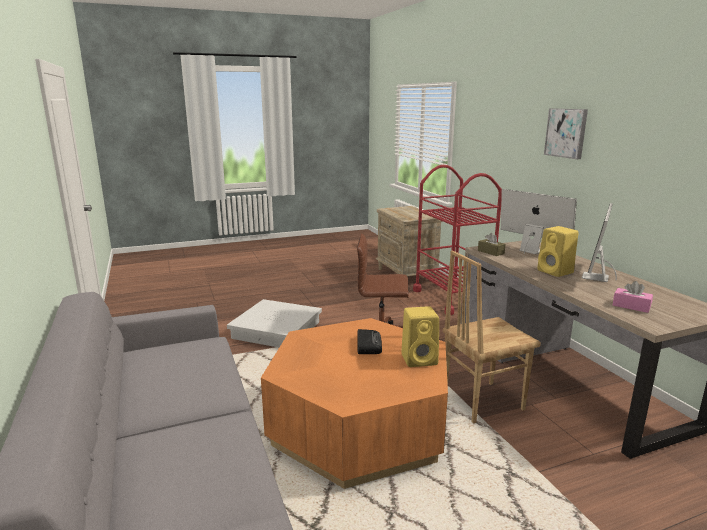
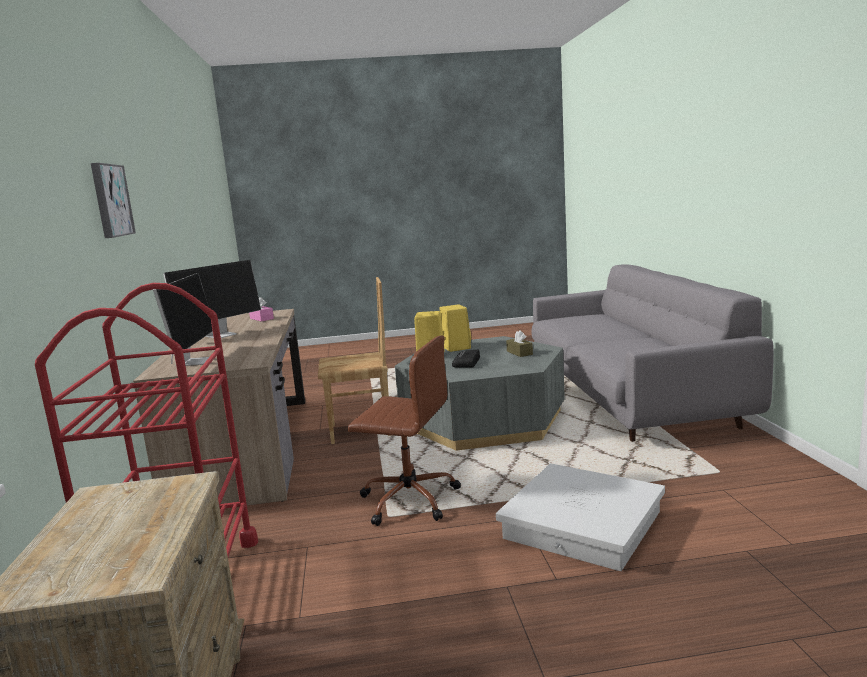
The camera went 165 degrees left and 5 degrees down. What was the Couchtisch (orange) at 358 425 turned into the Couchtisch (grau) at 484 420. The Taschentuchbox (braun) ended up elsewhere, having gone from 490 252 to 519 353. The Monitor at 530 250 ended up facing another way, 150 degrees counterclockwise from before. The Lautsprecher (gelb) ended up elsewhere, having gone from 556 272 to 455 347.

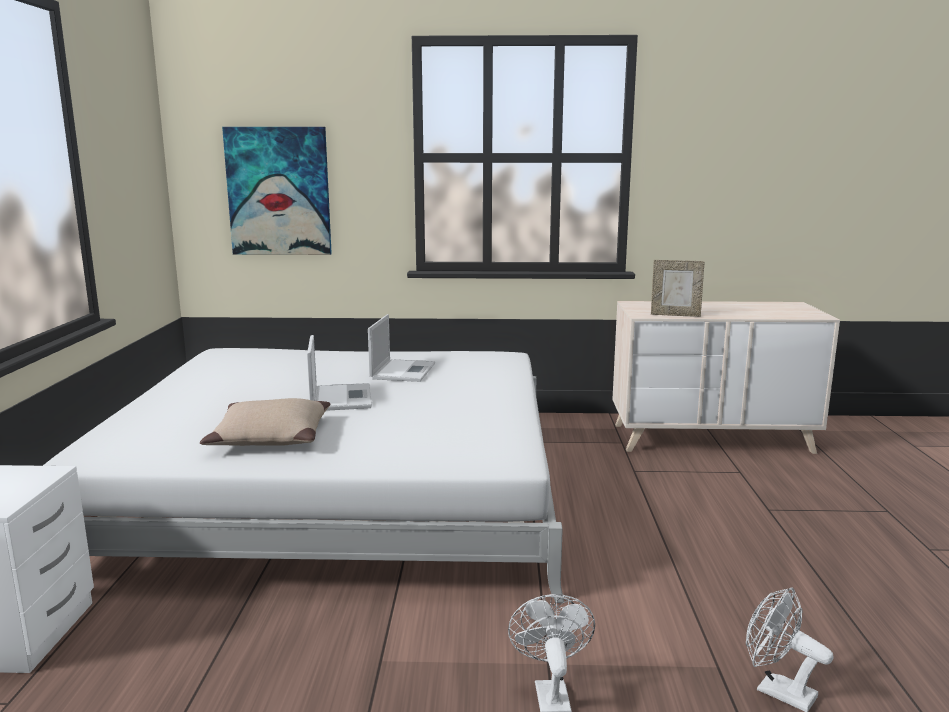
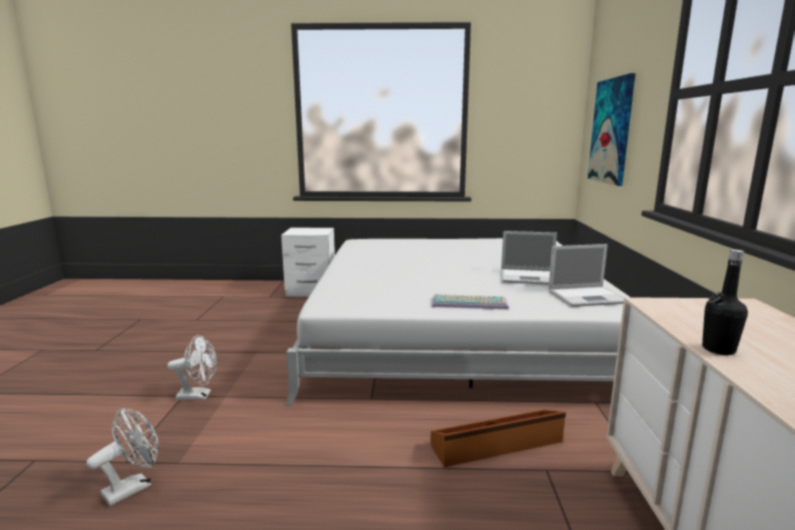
The camera went 90 degrees right and 0 degrees up. The second view lost the Kissen (beige) at 270 437. The Laptop ended up elsewhere, having gone from 340 397 to 588 297. The second view lost the Bilderrahmen at 675 315. The second view gained the Aufbewahrungsbox (braun) at 497 444. The second view gained the Tastatur at 470 303. The second view gained the Flasche (schwarz) at 718 349.

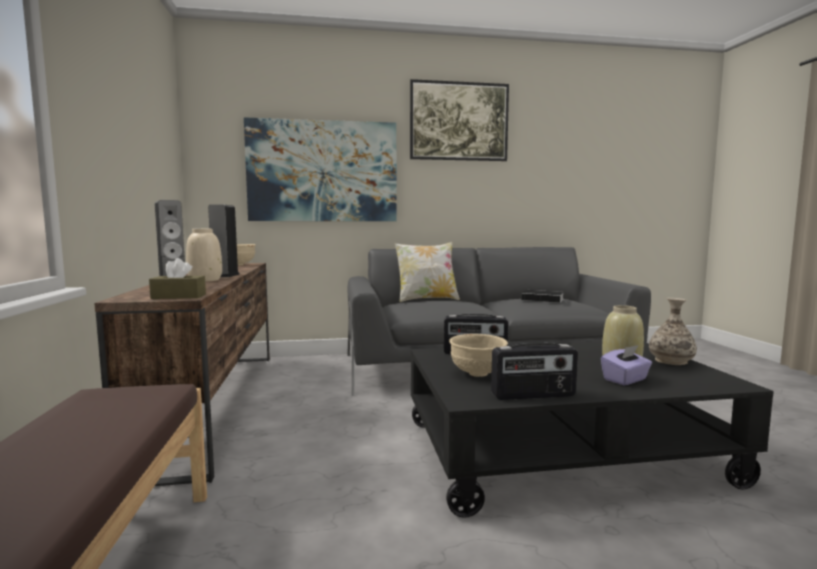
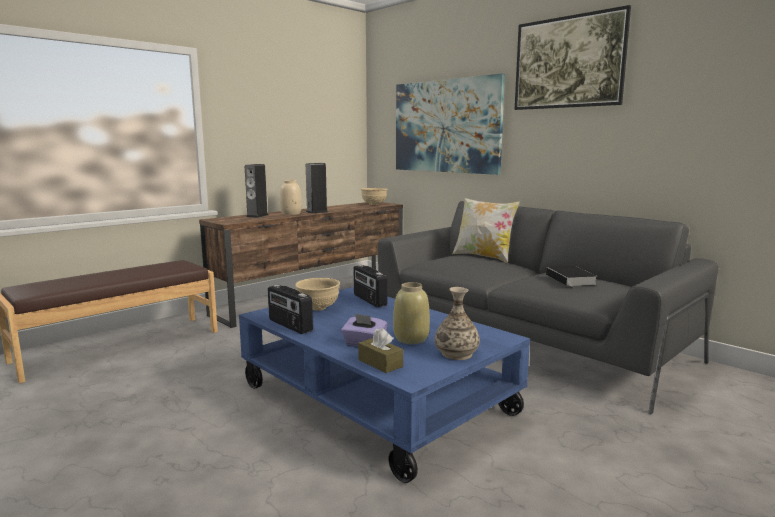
The camera went 55 degrees right and 5 degrees up. The Taschentuchbox (braun) ended up elsewhere, having gone from 179 296 to 380 363. What was the Couchtisch (schwarz) at 561 452 turned into the Couchtisch (blau) at 376 399.

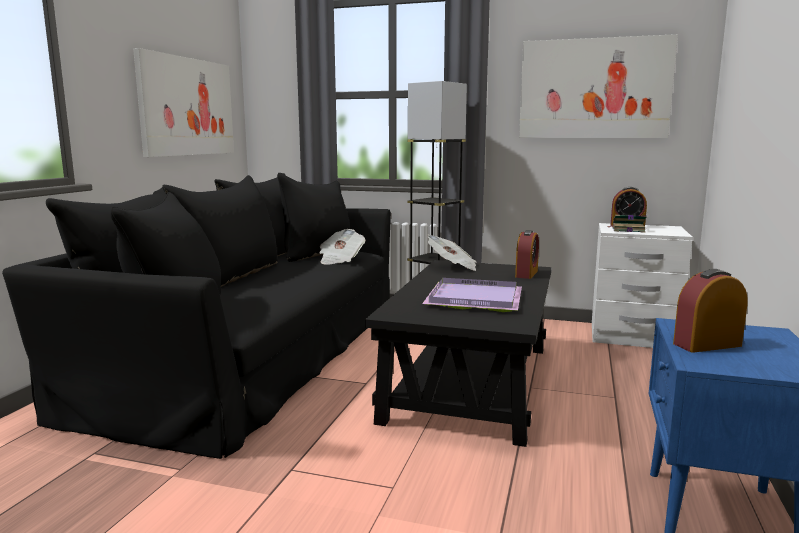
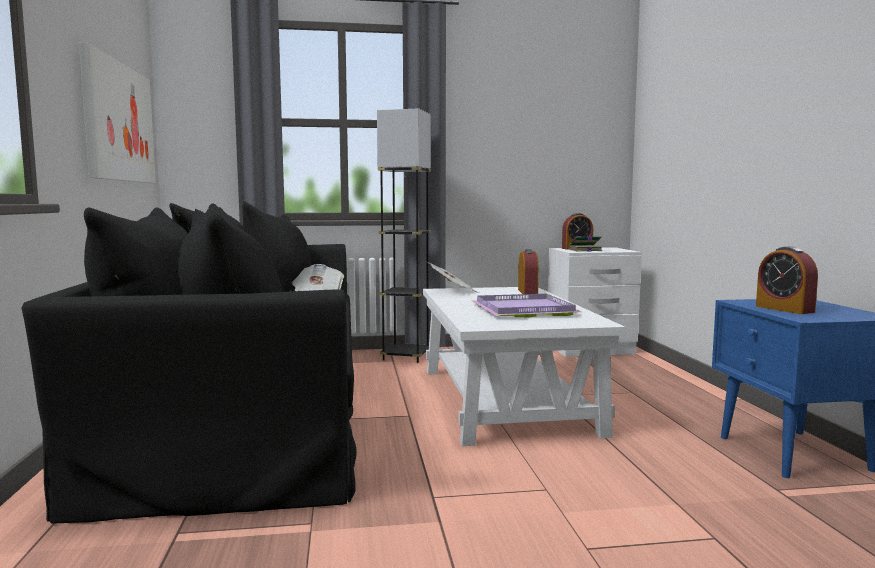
The camera went 25 degrees left and 5 degrees down. What was the Couchtisch (schwarz) at 470 381 turned into the Couchtisch (weiß) at 503 399. The second view lost the Bild at 594 89. The Wecker at 707 345 ended up facing another way, 75 degrees counterclockwise from before.

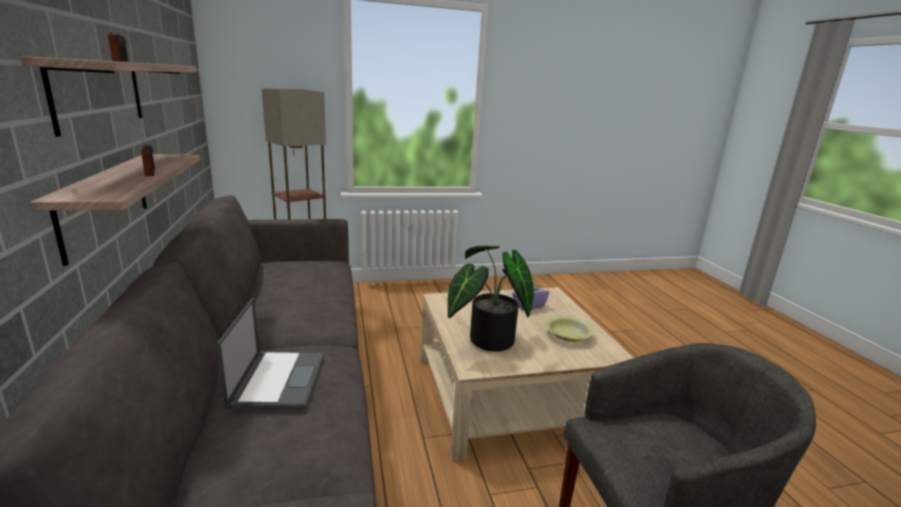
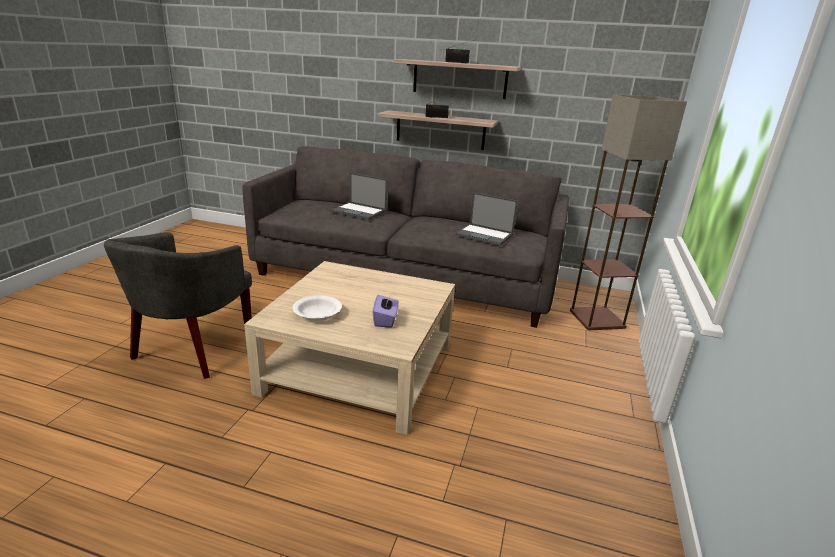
The camera went 120 degrees right and 5 degrees up. The second view lost the Topfpflanze at 486 340. What was the Schüssel (gelb) at 568 335 turned into the Schüssel (weiß) at 317 314. The second view gained the Laptop at 485 235.

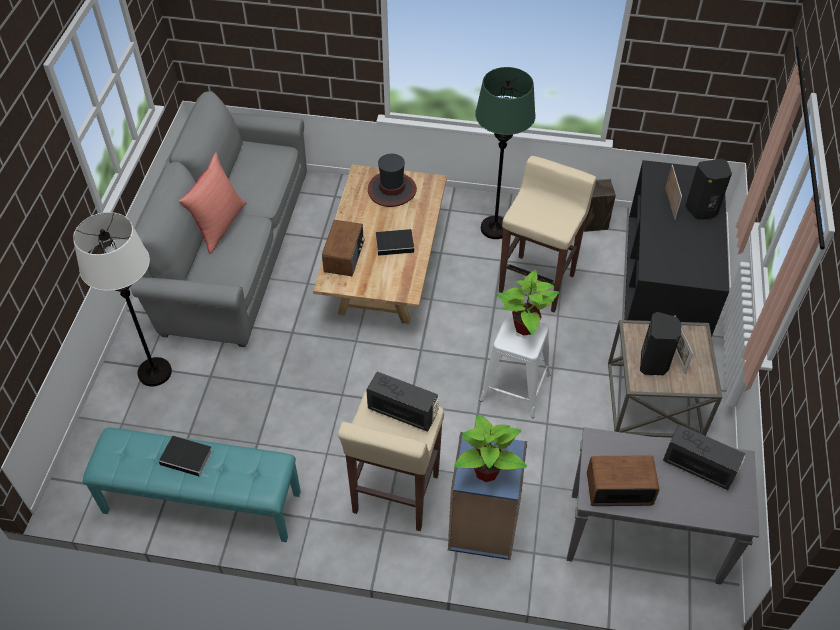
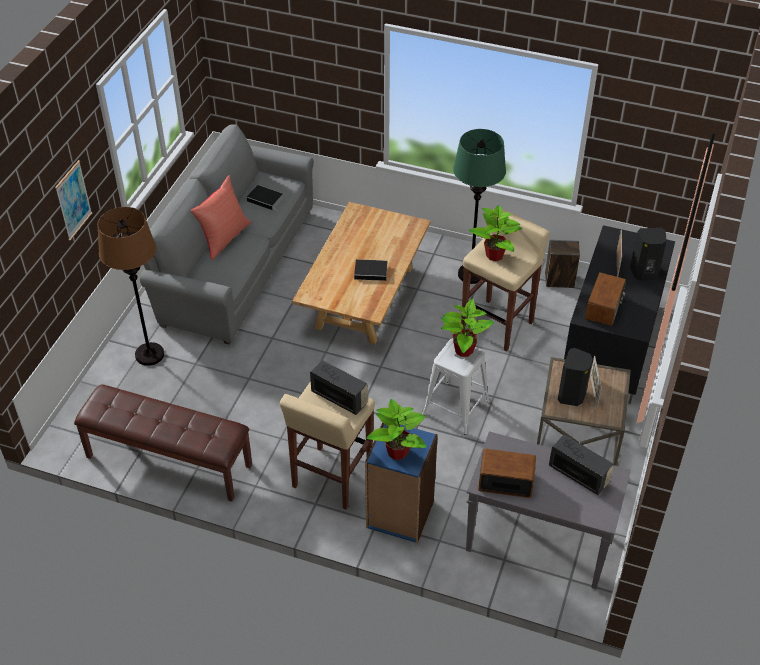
The camera went 10 degrees right and 5 degrees down. What was the Stehlampe (weiß) at 154 372 turned into the Stehlampe (braun) at 149 354. What was the Bank (türkis) at 201 503 turned into the Bank (braun) at 168 461. The Buch ended up elsewhere, having gone from 188 458 to 266 199. The Radio ended up elsewhere, having gone from 345 257 to 604 308. The second view lost the Hut at 392 190. The second view gained the Bild at 73 200. The second view gained the Topfpflanze at 495 255.

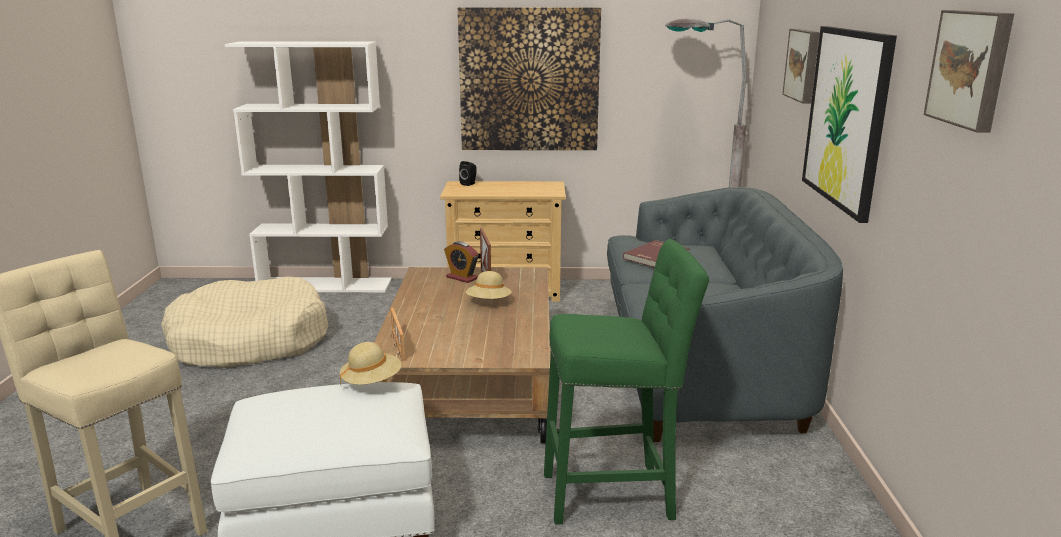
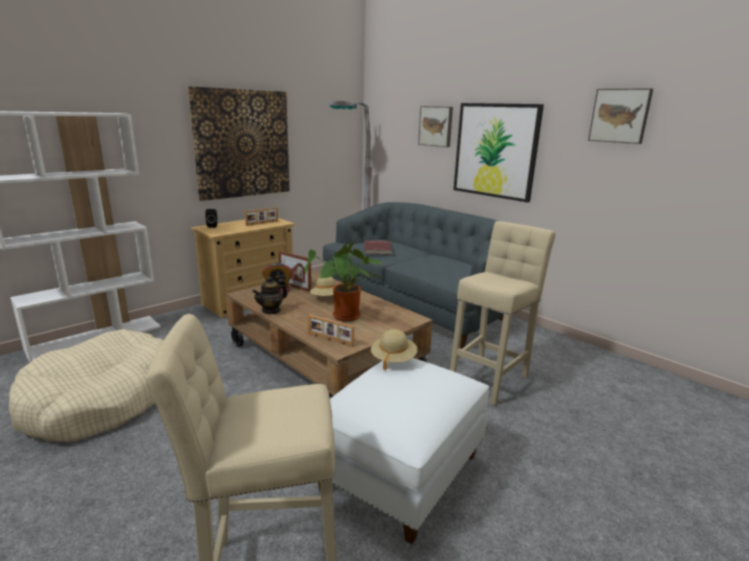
The camera went 45 degrees left and 0 degrees up. What was the Hocker (grün) at 615 494 turned into the Hocker (beige) at 490 379. The second view gained the Bilderrahmen at 262 223. The second view gained the Teekanne at 271 310. The second view gained the Topfpflanze at 346 317.

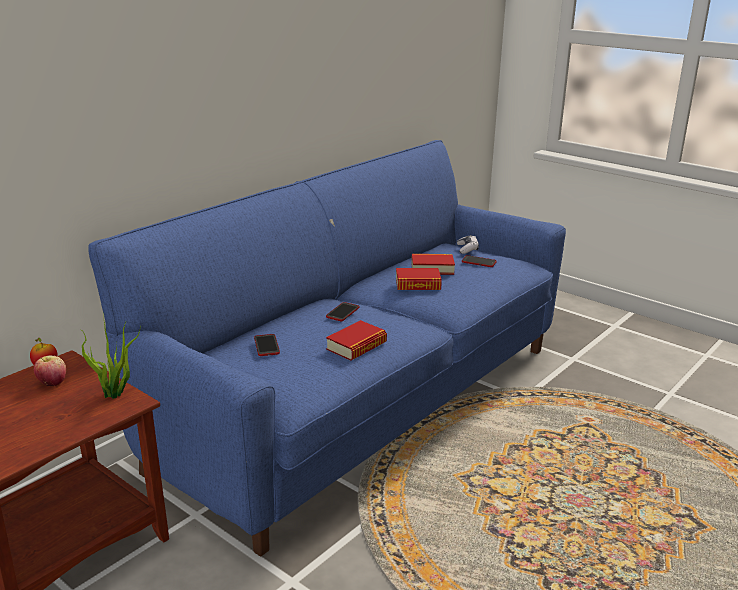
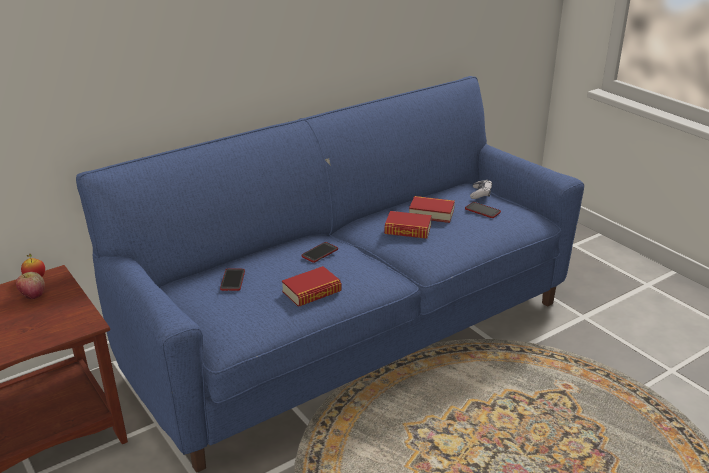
The camera went 15 degrees right and 5 degrees up. The second view lost the Topfpflanze at 116 394.

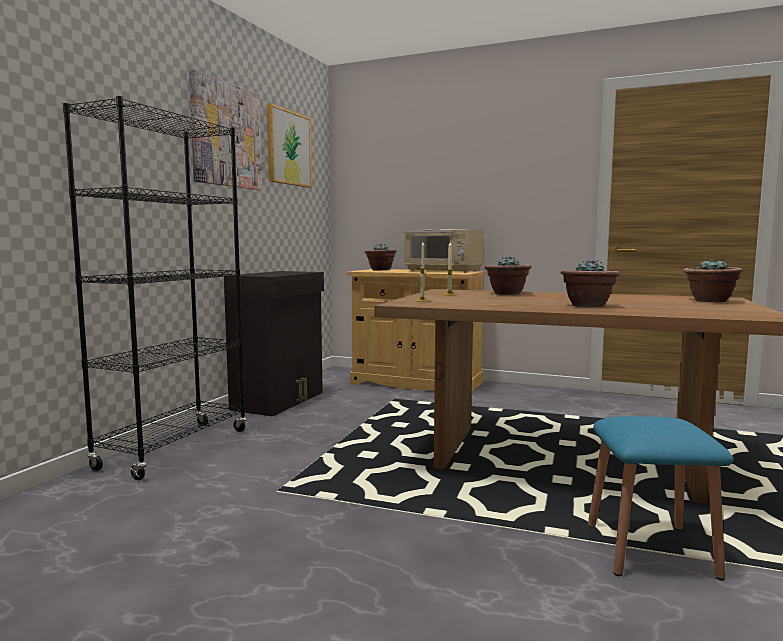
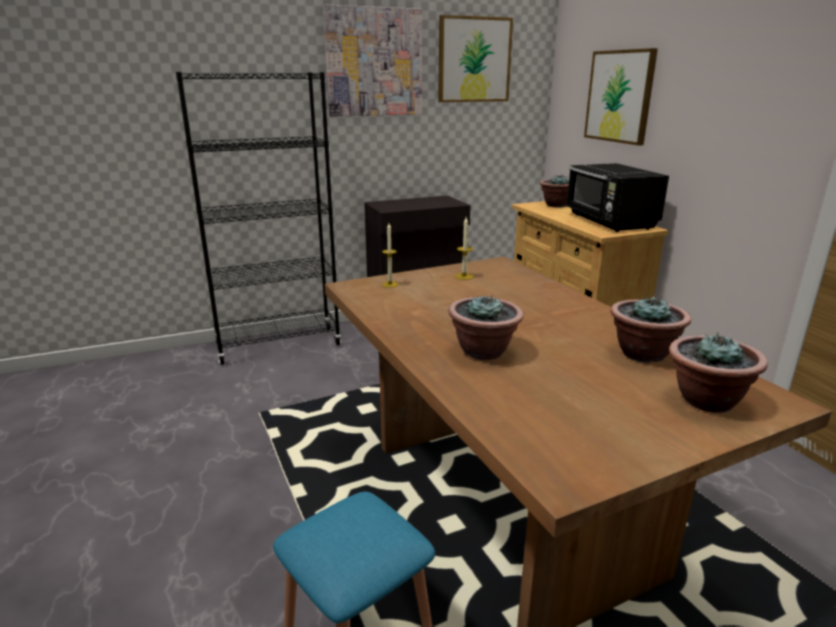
The camera went 45 degrees right and 15 degrees up. What was the Mikrowelle (beige) at 444 271 turned into the Mikrowelle (schwarz) at 610 222. The Topfpflanze ended up elsewhere, having gone from 506 294 to 642 354. The second view gained the Bild at 619 96.

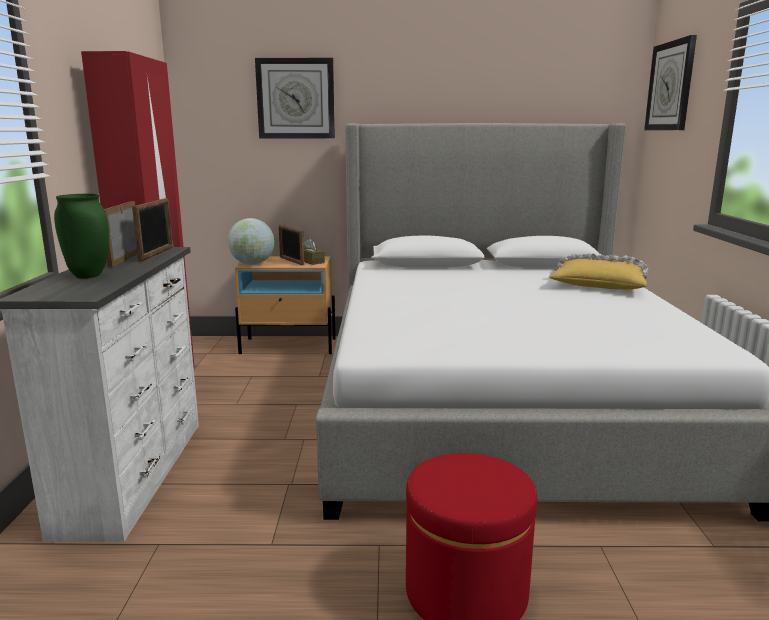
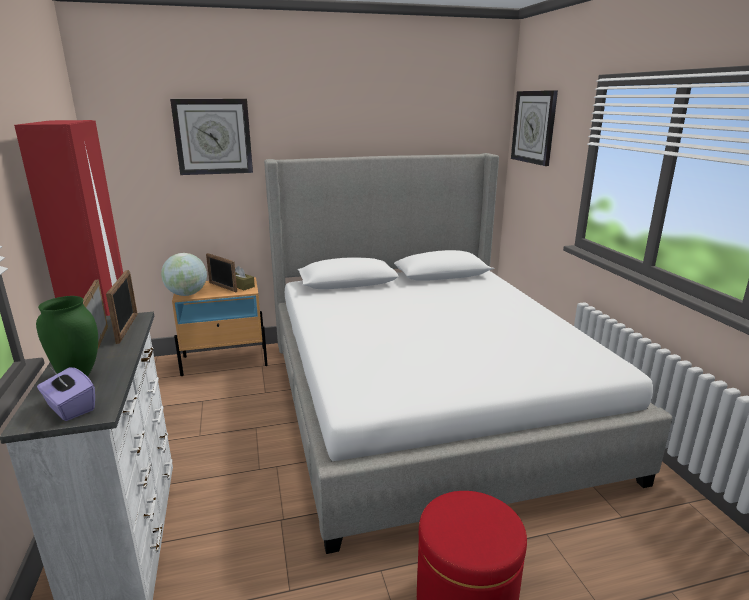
The camera went 15 degrees left and 5 degrees up. The second view lost the Kissen (gelb) at 599 283. The second view gained the Taschentuchbox (lila) at 70 408.

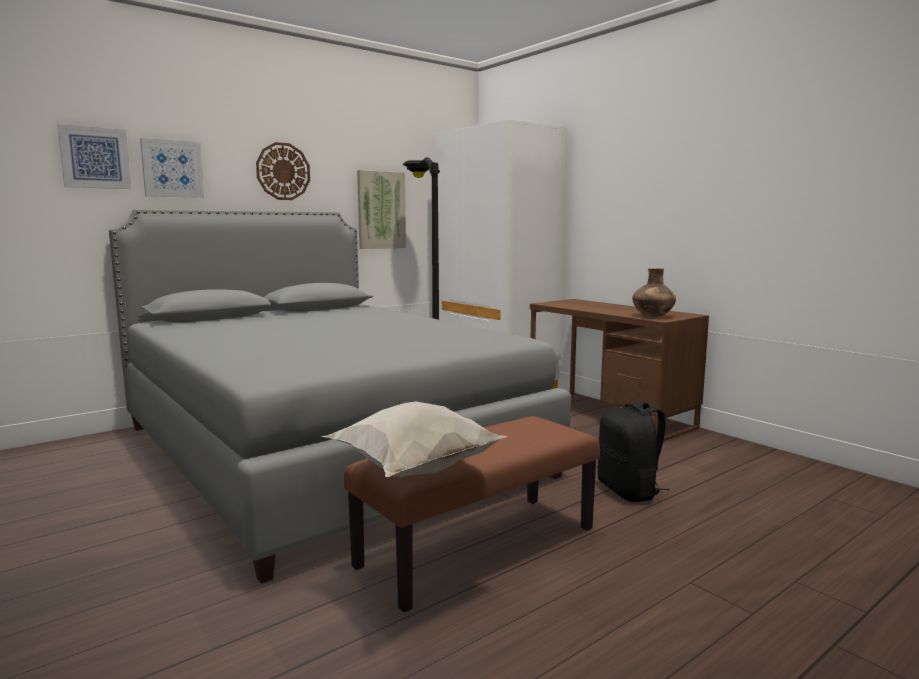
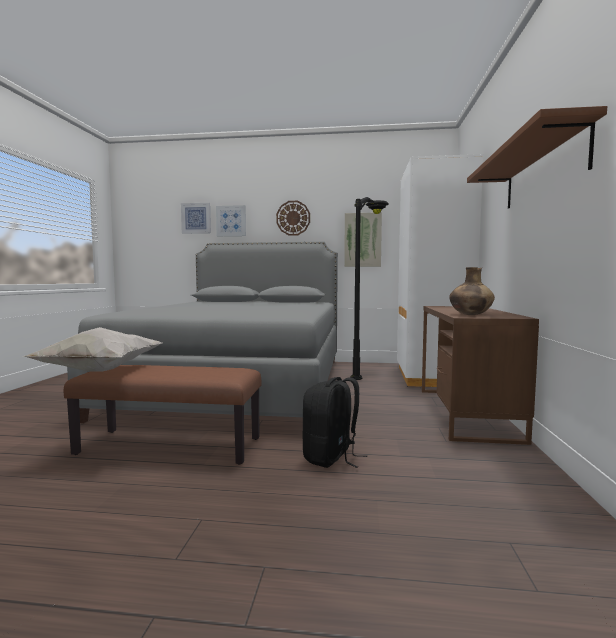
The camera went 45 degrees right and 5 degrees down. The second view gained the Wandregal (braun) at 542 171.

